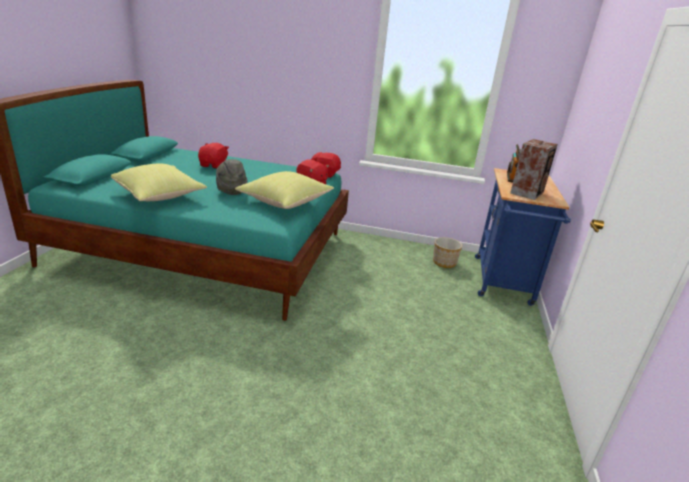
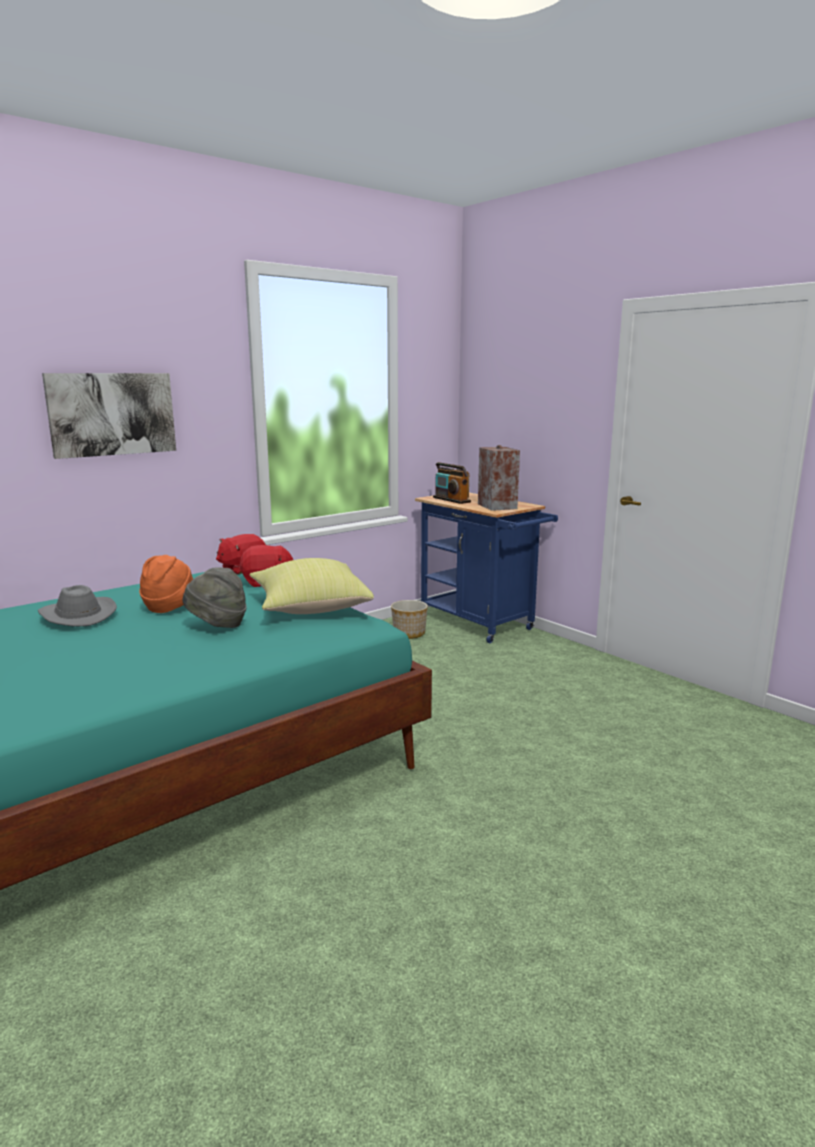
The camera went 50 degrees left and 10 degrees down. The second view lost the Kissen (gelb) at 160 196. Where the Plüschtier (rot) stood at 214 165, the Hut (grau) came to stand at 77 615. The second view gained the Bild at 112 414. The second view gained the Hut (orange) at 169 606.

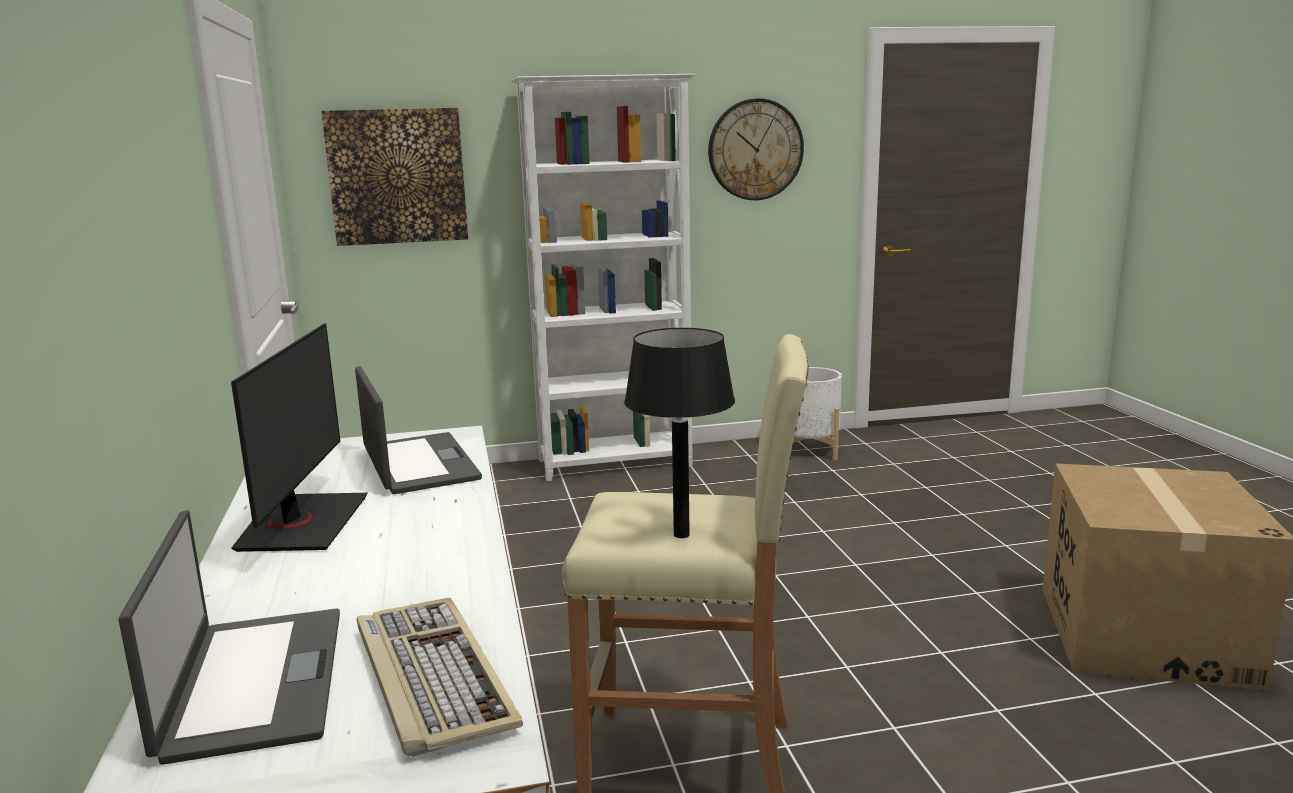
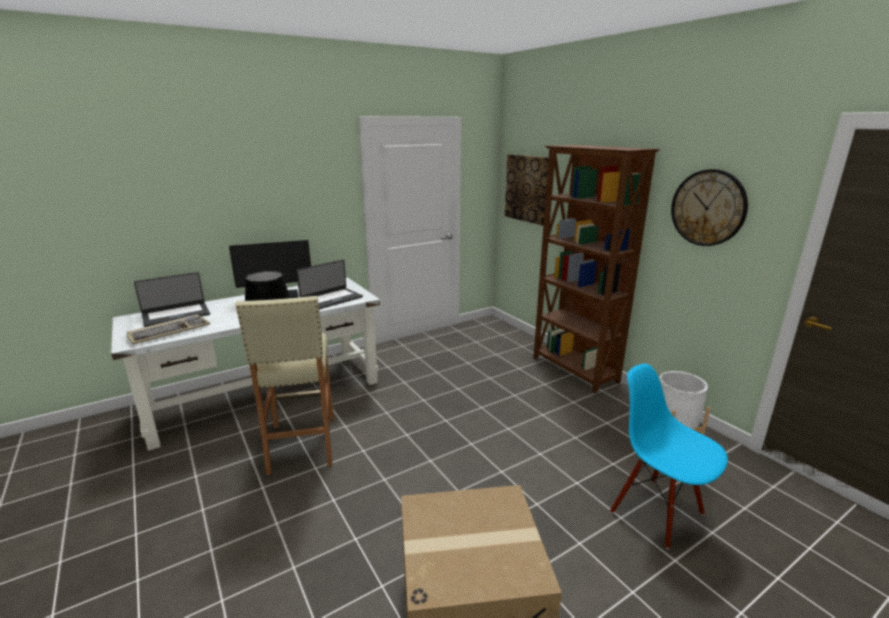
The camera went 70 degrees right and 5 degrees up. What was the Bücherregal (weiß) at 616 464 turned into the Bücherregal (braun) at 574 370. The second view gained the Stuhl (blau) at 657 512.

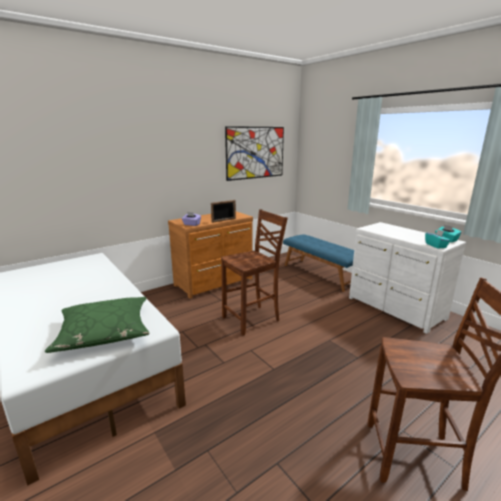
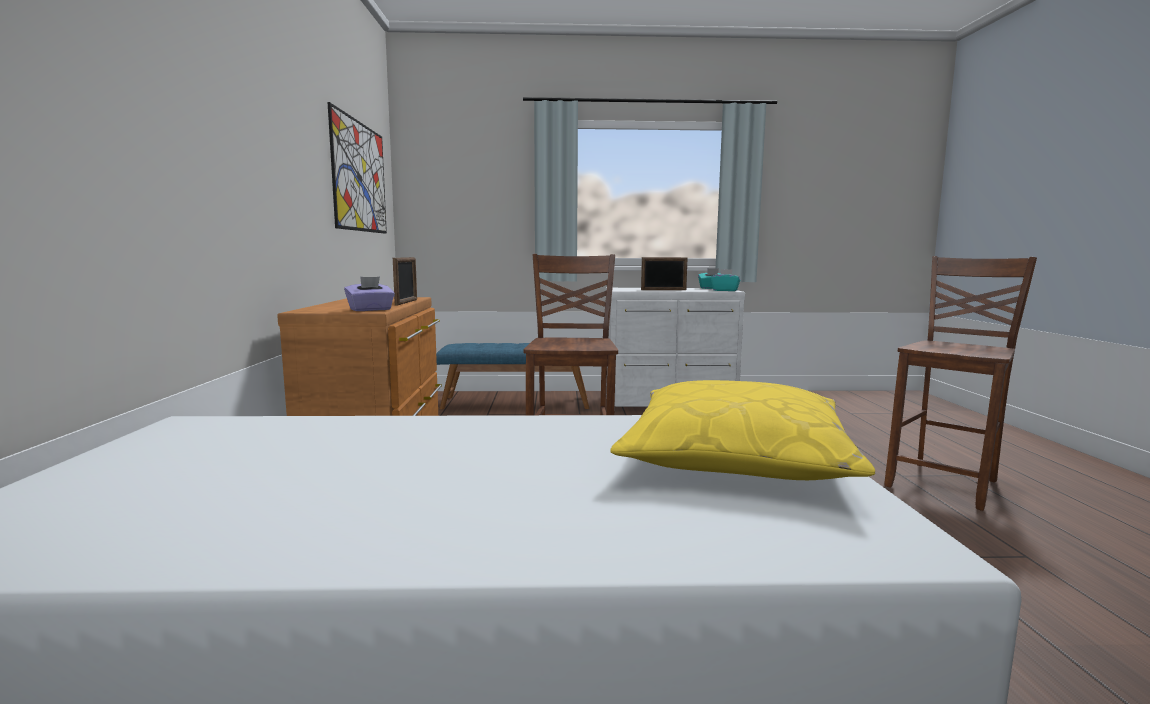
The camera went 55 degrees left and 10 degrees down. What was the Kissen (grün) at 104 332 turned into the Kissen (gelb) at 735 456. The second view gained the Bilderrahmen at 663 290.

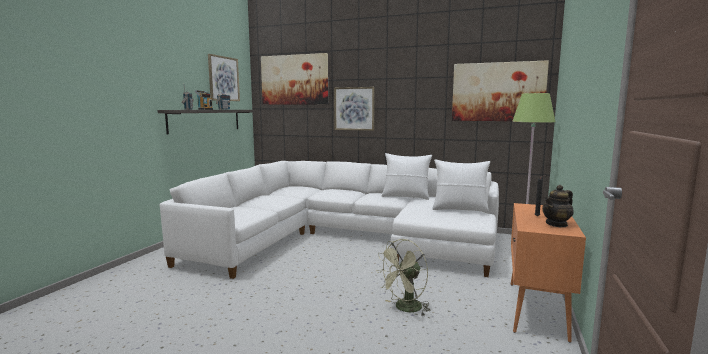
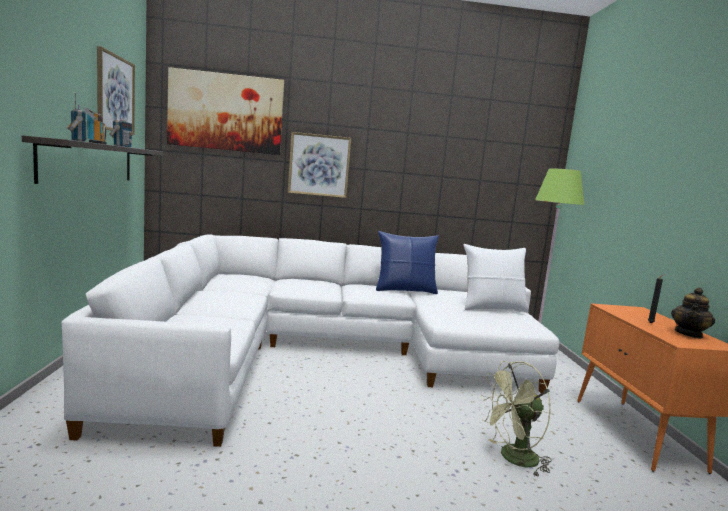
The camera went 25 degrees left and 0 degrees up. The Ventilator (grün) at 405 309 ended up facing another way, 45 degrees clockwise from before. What was the Kissen (weiß) at 406 196 turned into the Kissen (blau) at 405 290. The second view lost the Bild at 497 92.

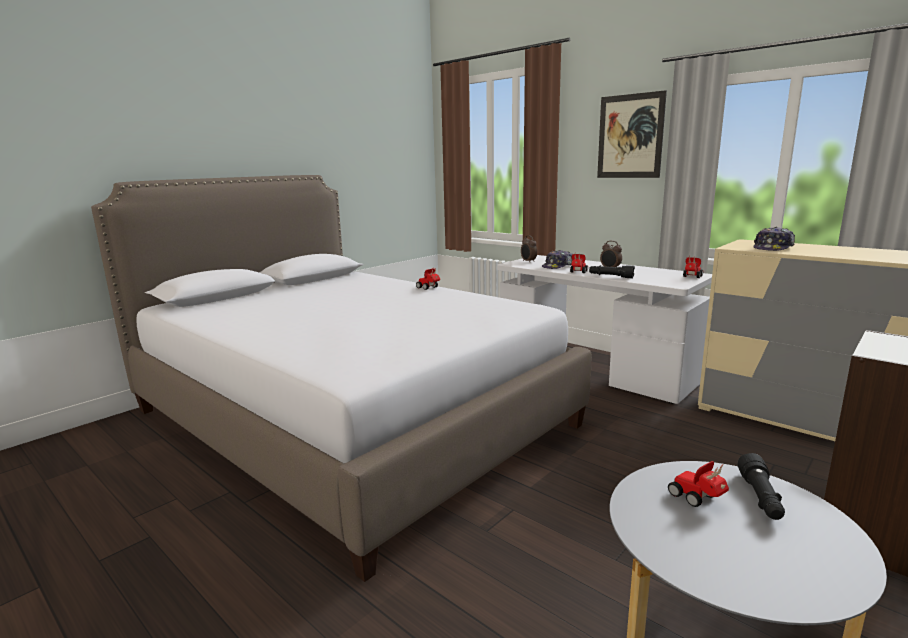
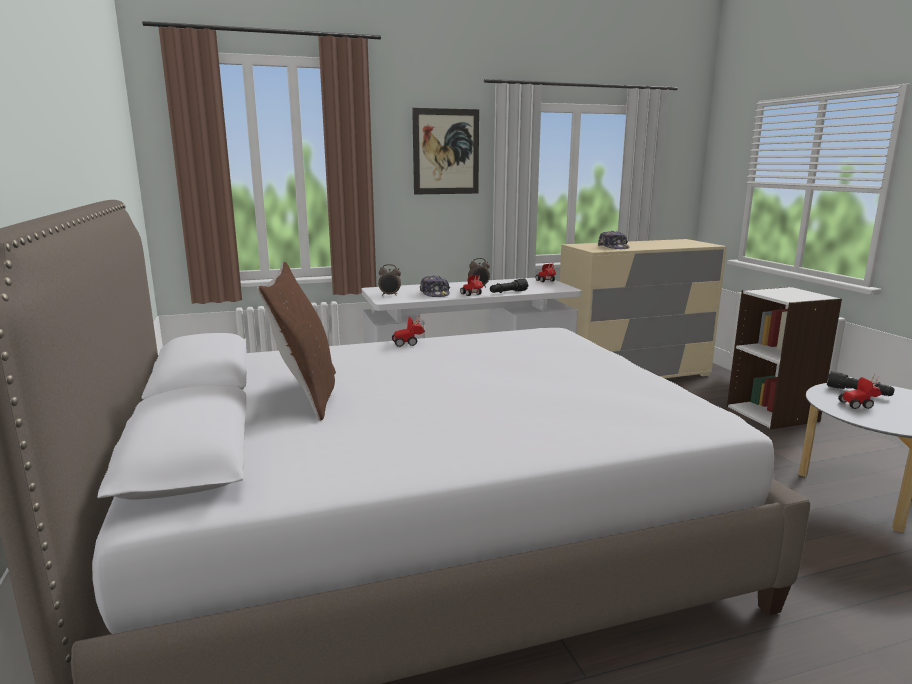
The camera went 60 degrees left and 0 degrees up. The second view gained the Kissen (braun) at 305 395.

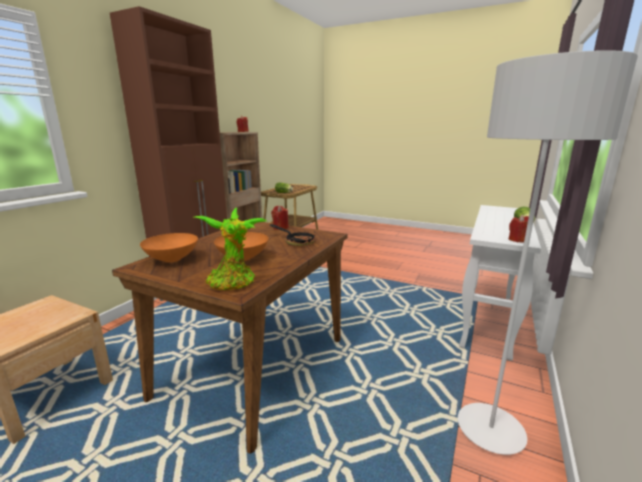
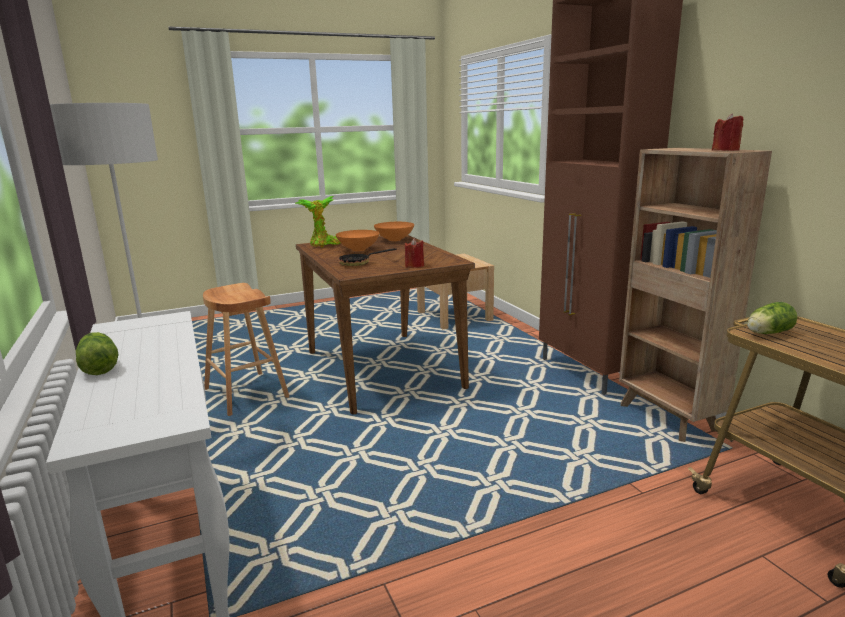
The camera went 130 degrees right and 0 degrees up. The second view lost the Kerze (rot) at 518 240. The second view gained the Hocker (braun) at 246 393.

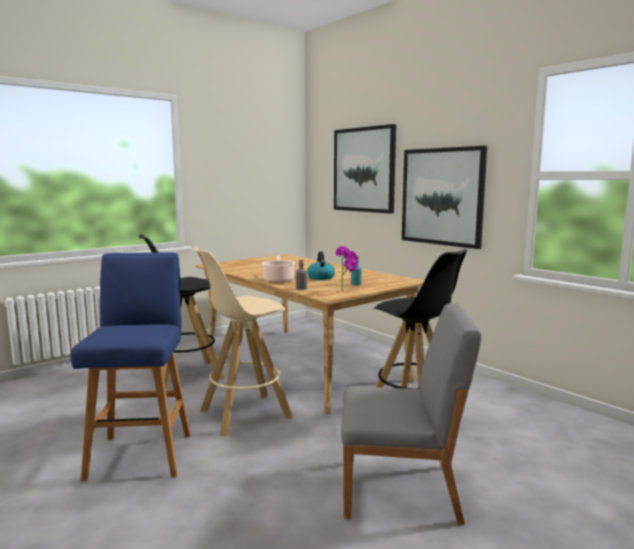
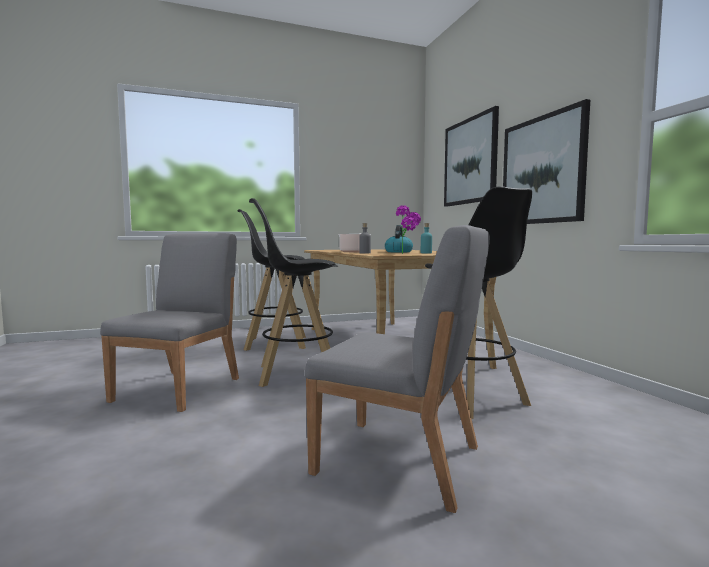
The camera went 20 degrees right and 5 degrees down. Where the Hocker (blau) stood at 141 453, the Stuhl (grau) came to stand at 179 389. What was the Hocker (beige) at 244 414 turned into the Hocker (schwarz) at 296 373.

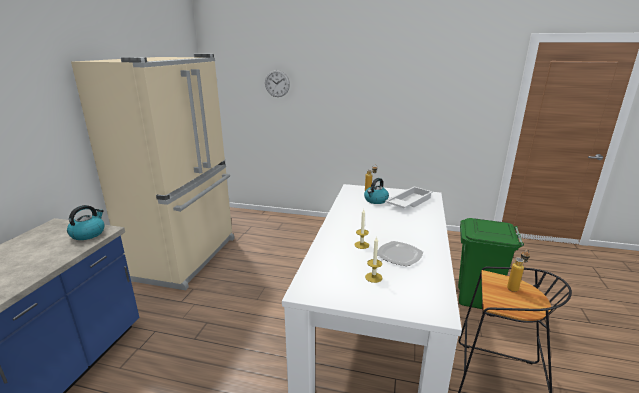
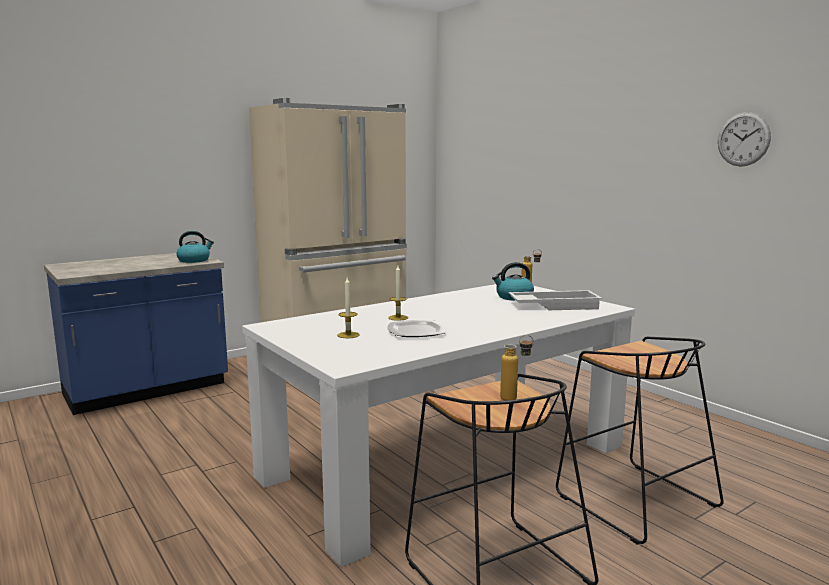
The camera went 40 degrees right and 10 degrees down. The Wanduhr ended up elsewhere, having gone from 277 83 to 743 139. Where the Mülleimer (grün) stood at 477 299, the Hocker (schwarz) came to stand at 633 500.

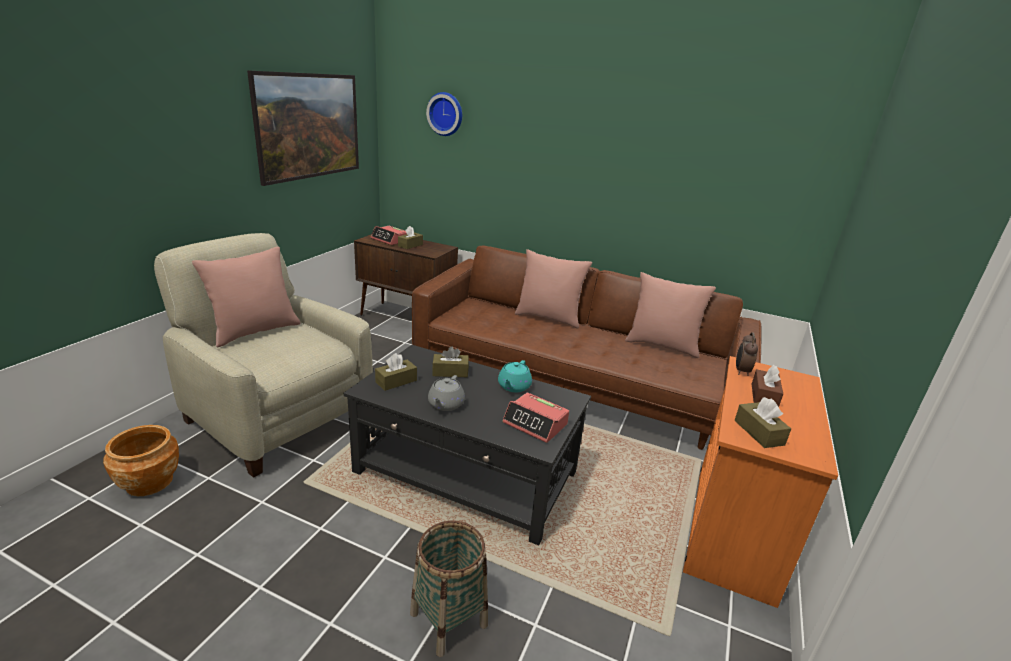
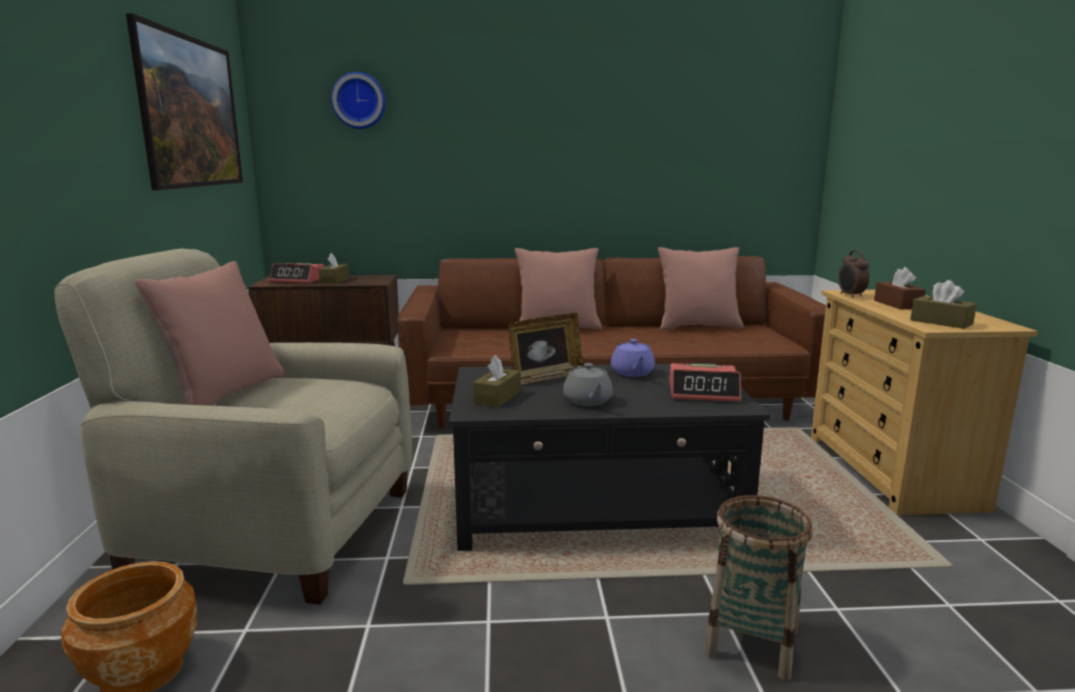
The camera went 25 degrees left and 10 degrees down. Where the Taschentuchbox (braun) stood at 450 372, the Bilderrahmen came to stand at 545 377. What was the Teekanne (türkis) at 513 387 turned into the Teekanne (lila) at 632 373. What was the Kommode (orange) at 732 531 turned into the Kommode (beige) at 892 471.

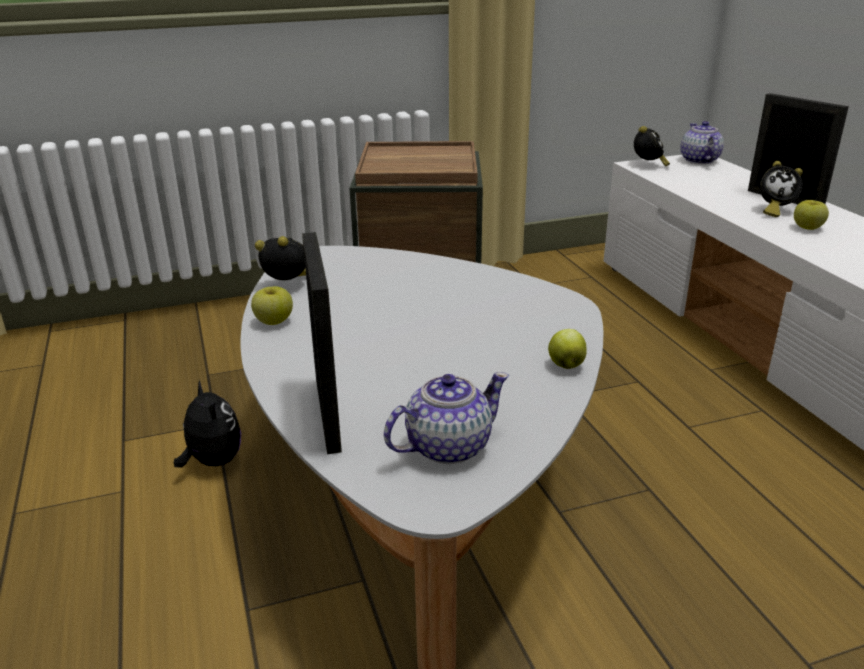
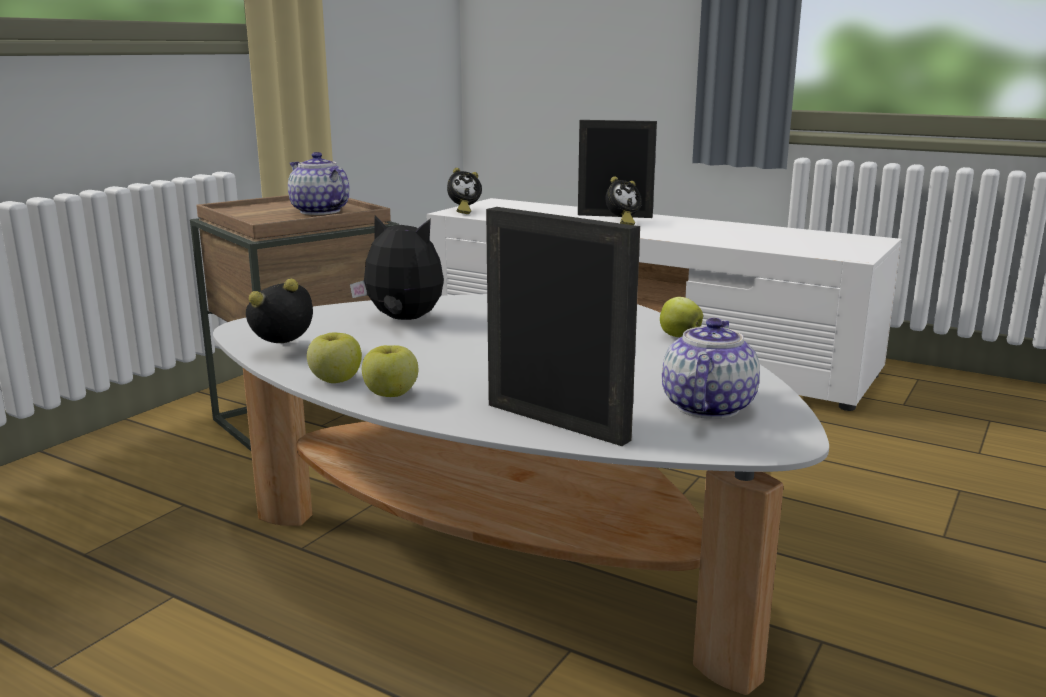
The camera went 40 degrees left and 10 degrees down. The Plüschtier ended up elsewhere, having gone from 212 461 to 402 320. The Wecker at 648 165 ended up facing another way, 105 degrees clockwise from before. The Teekanne ended up elsewhere, having gone from 699 161 to 320 211. The Apfel ended up elsewhere, having gone from 807 228 to 391 394.

